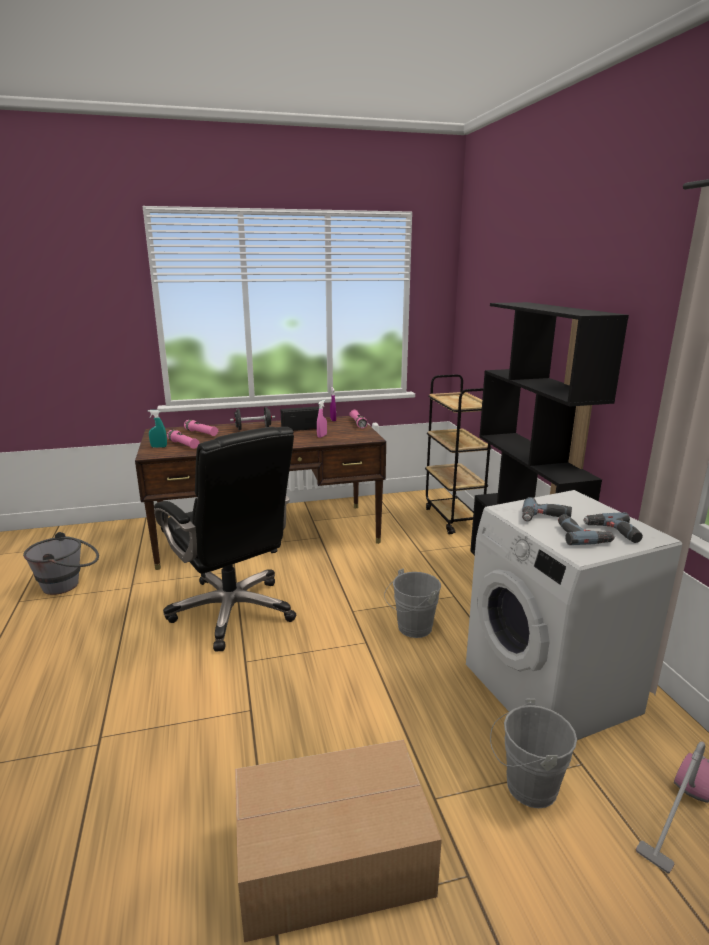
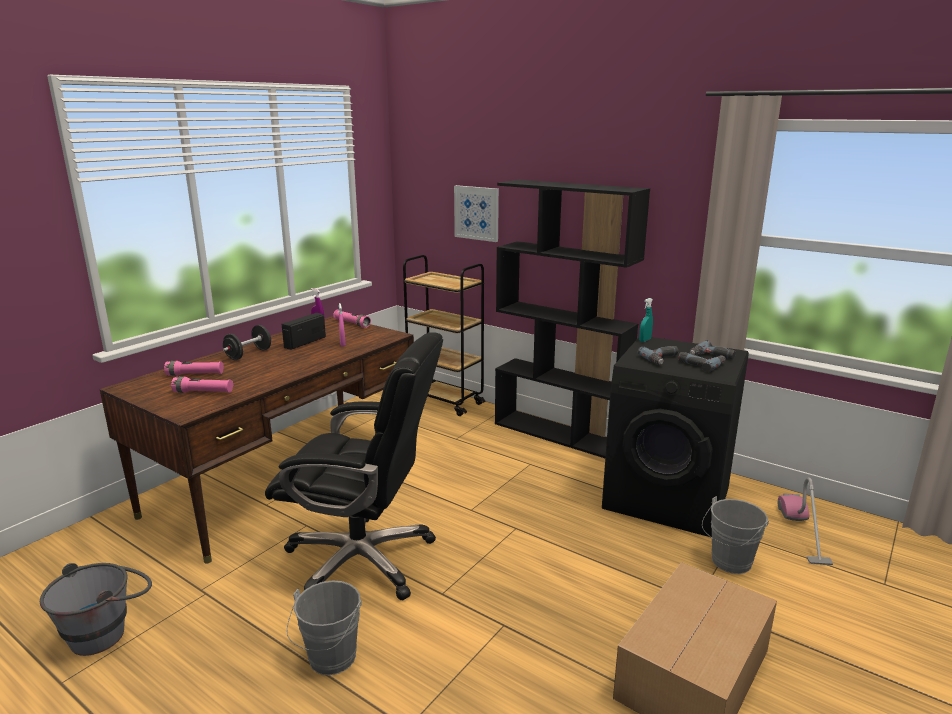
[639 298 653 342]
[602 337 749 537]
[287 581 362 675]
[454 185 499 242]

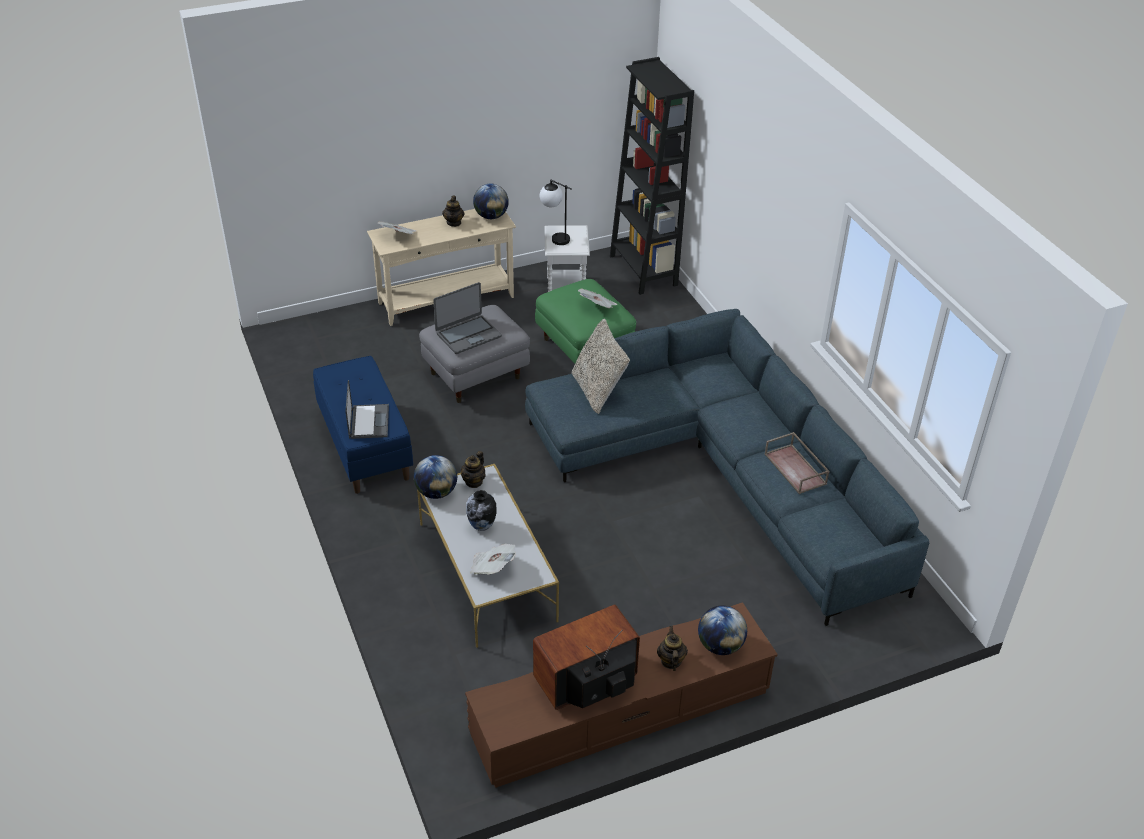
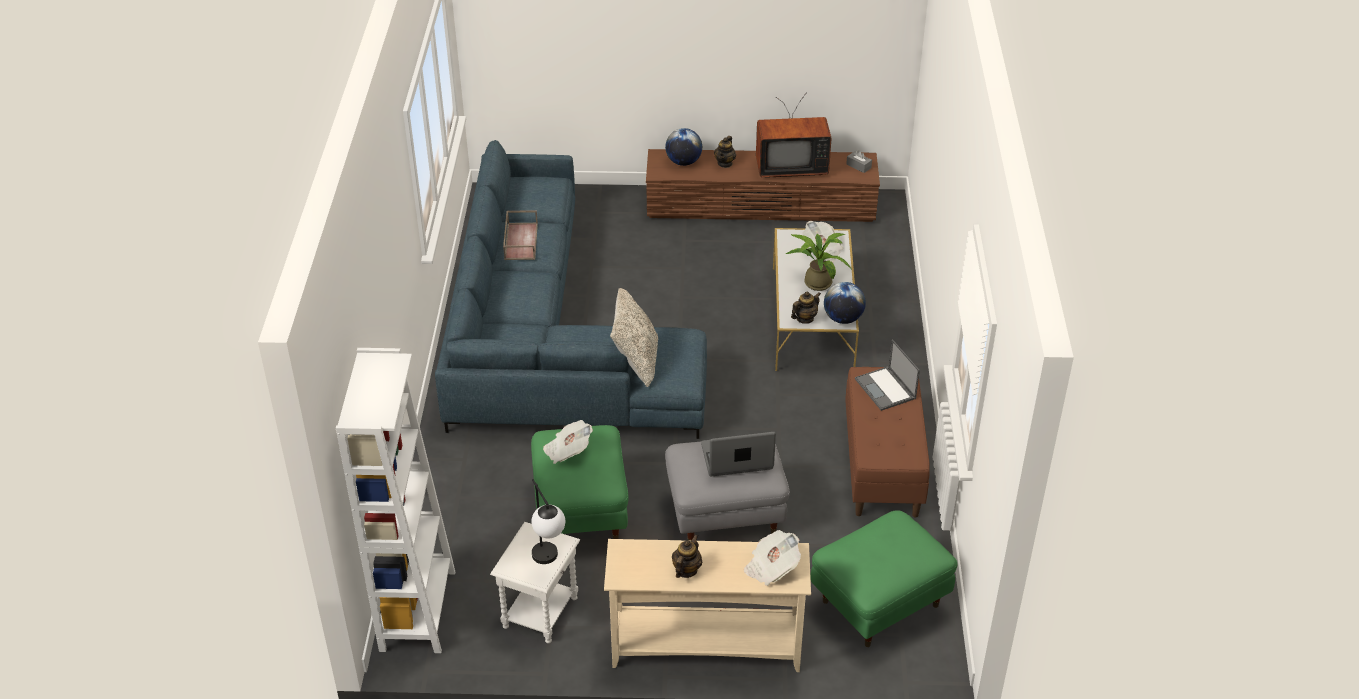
[336 348 455 653]
[473 183 509 219] (first image)
[845 367 930 517]
[855 339 920 411]
[785 233 851 291]
[846 150 872 173]
[810 510 958 647]

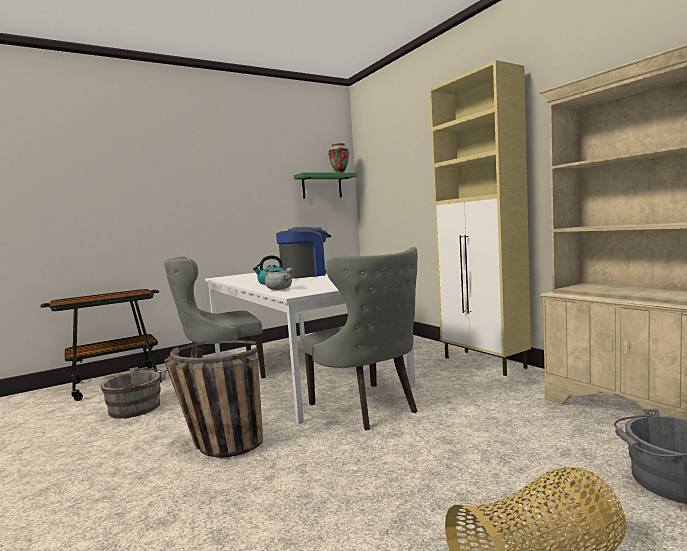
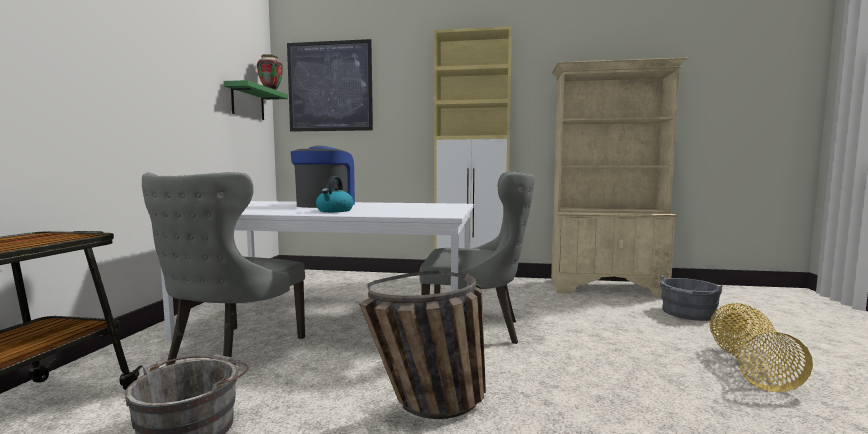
[262 266 293 290] (first image)
[287 39 373 132]

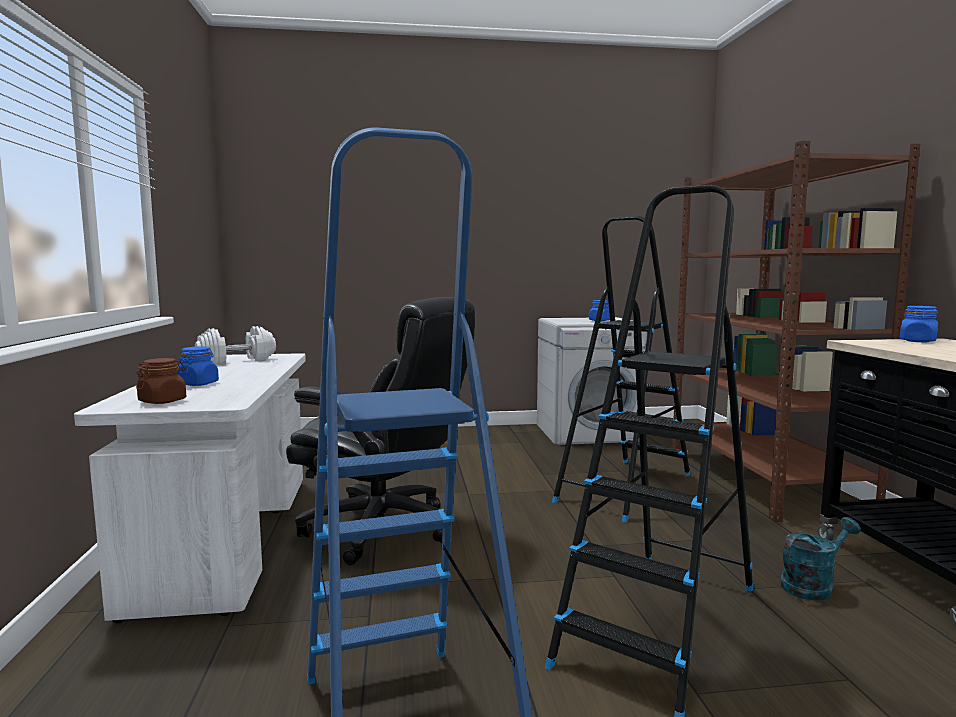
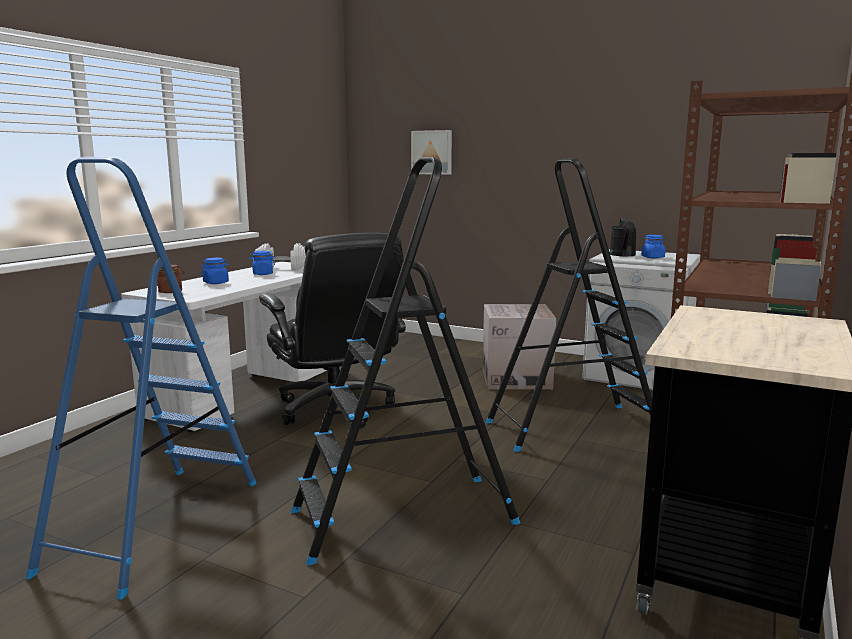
[249 251 275 275]
[780 517 861 600] (first image)
[411 130 452 175]
[610 218 637 256]
[483 304 557 389]

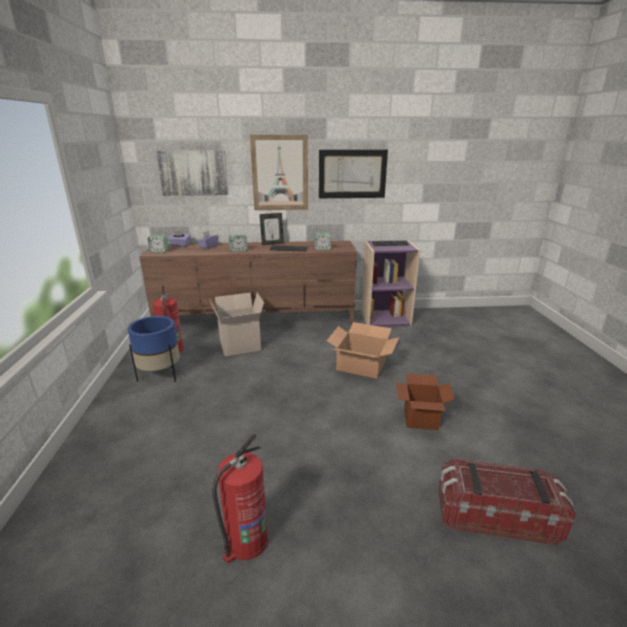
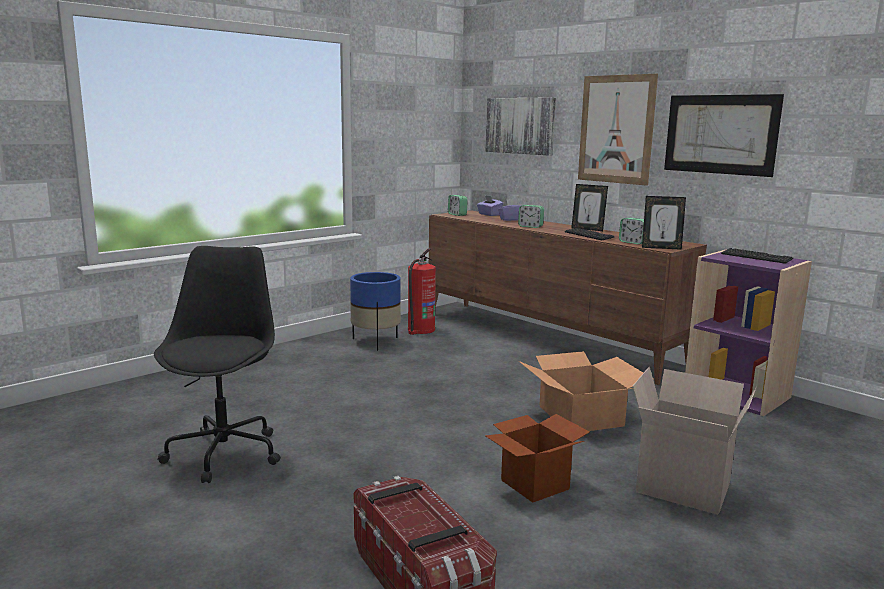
[633 367 757 515]
[154 246 281 483]
[642 196 686 250]

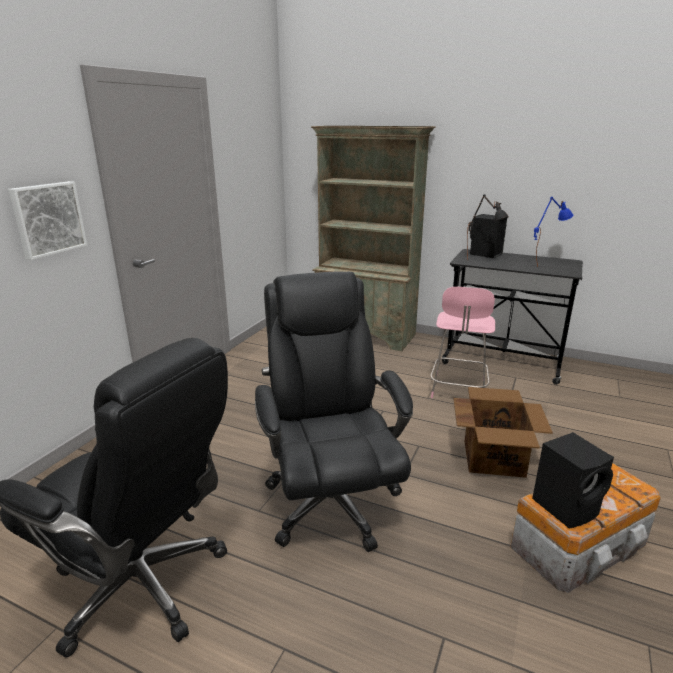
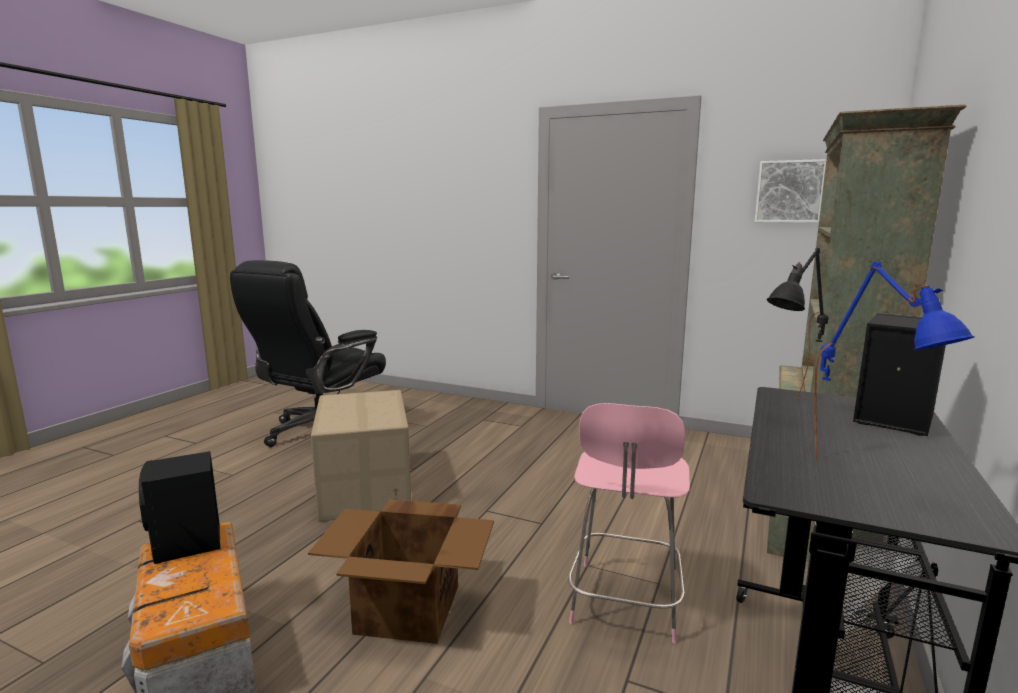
[755 159 826 223]
[311 390 412 522]
[568 403 690 643]

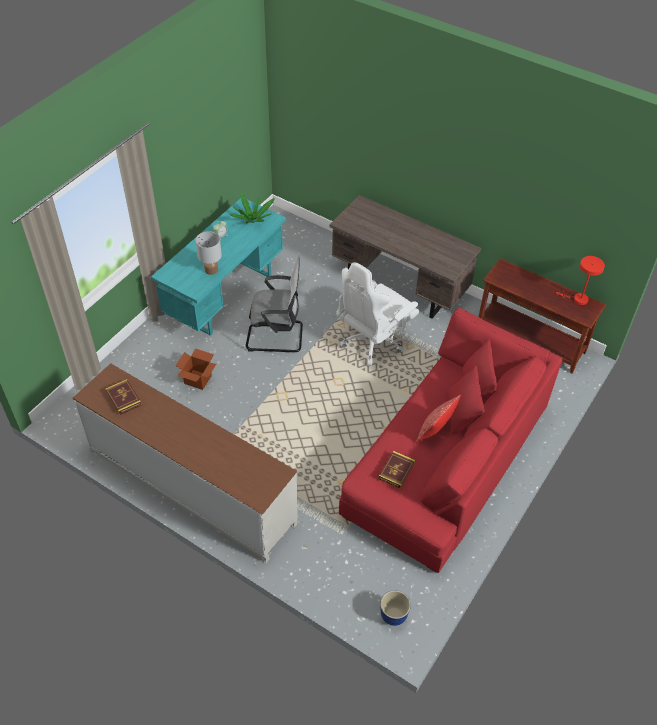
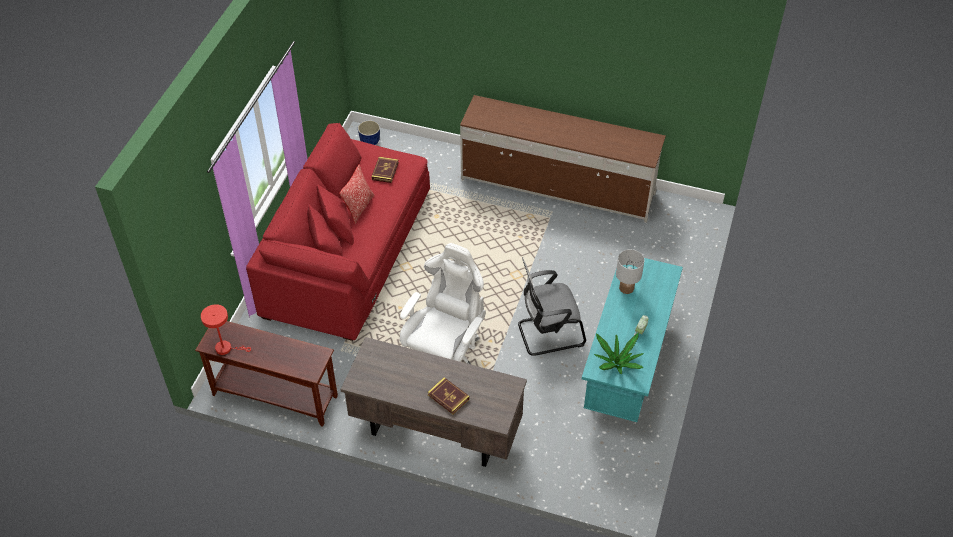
[176 348 216 390] (first image)
[428 377 470 414]

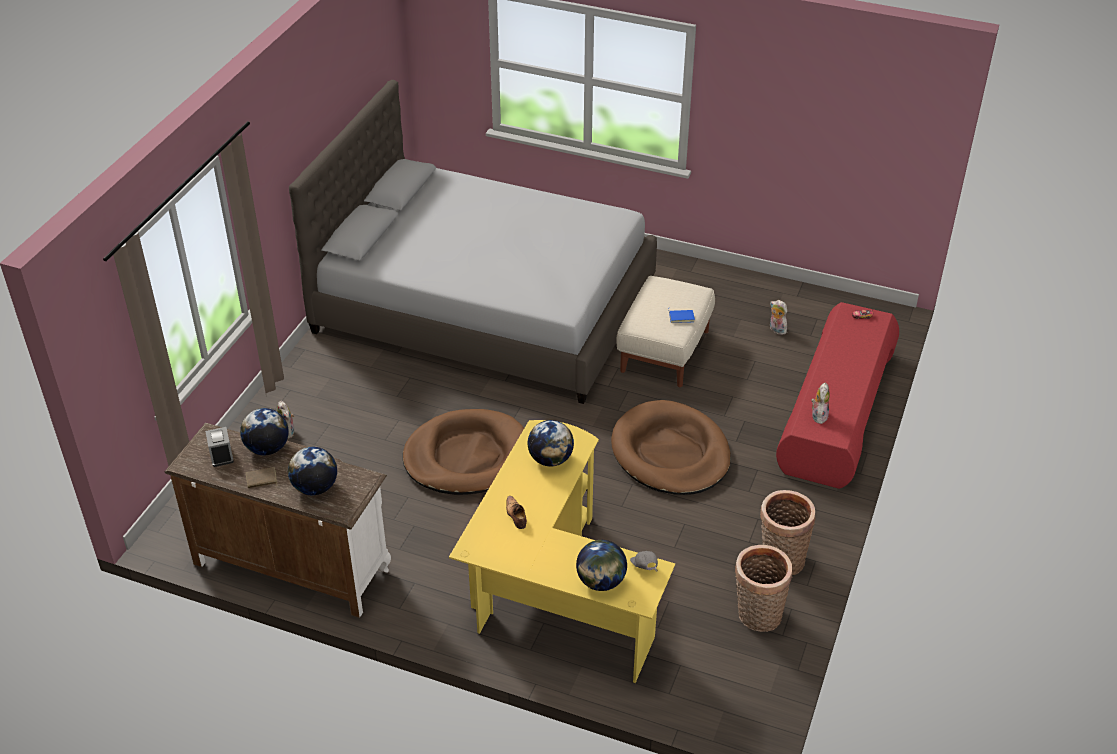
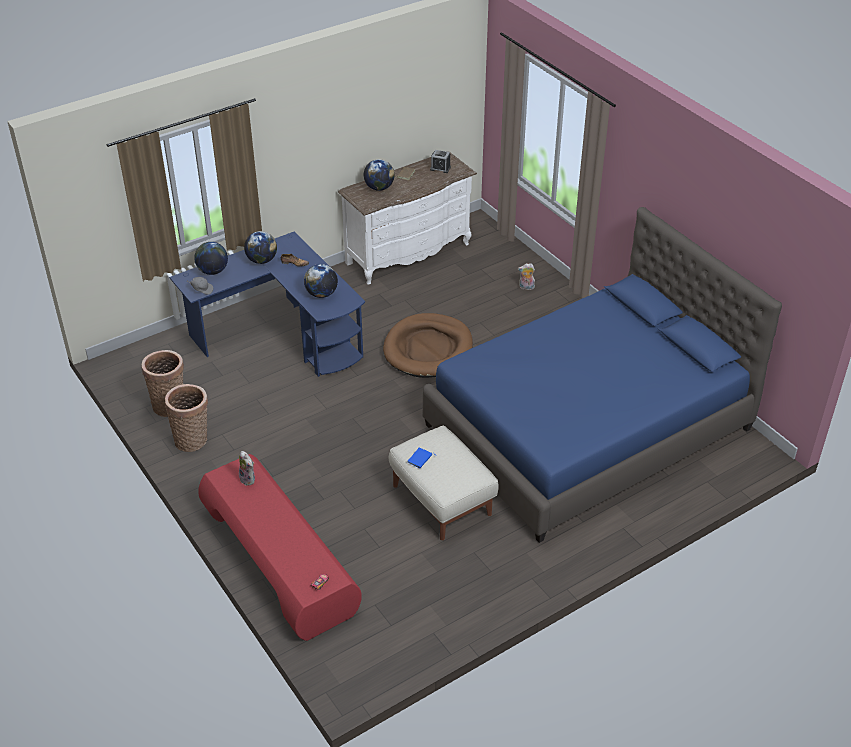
[422 207 782 543]
[770 300 787 335] (first image)
[611 400 731 495] (first image)
[244 231 277 264]
[169 232 365 377]

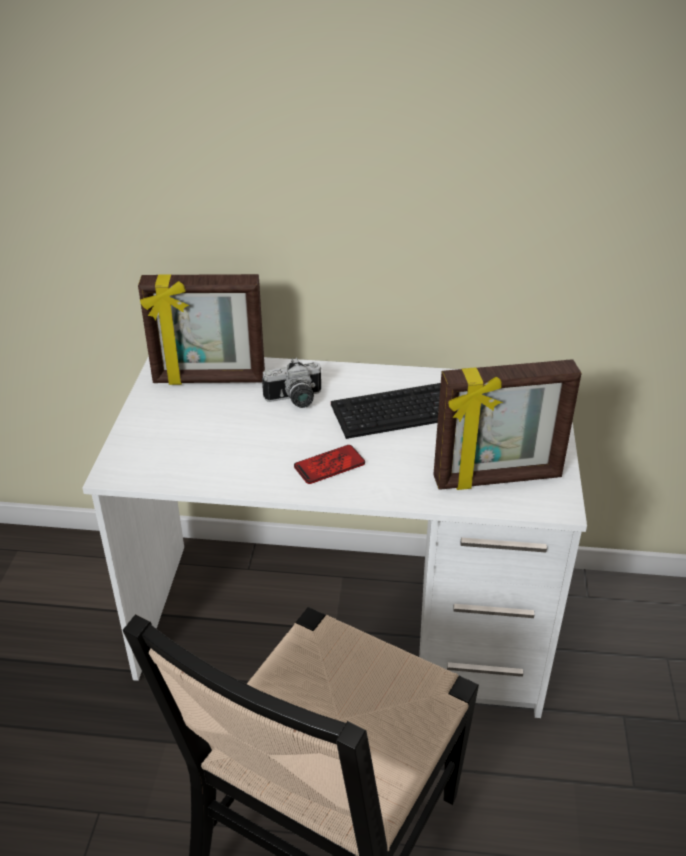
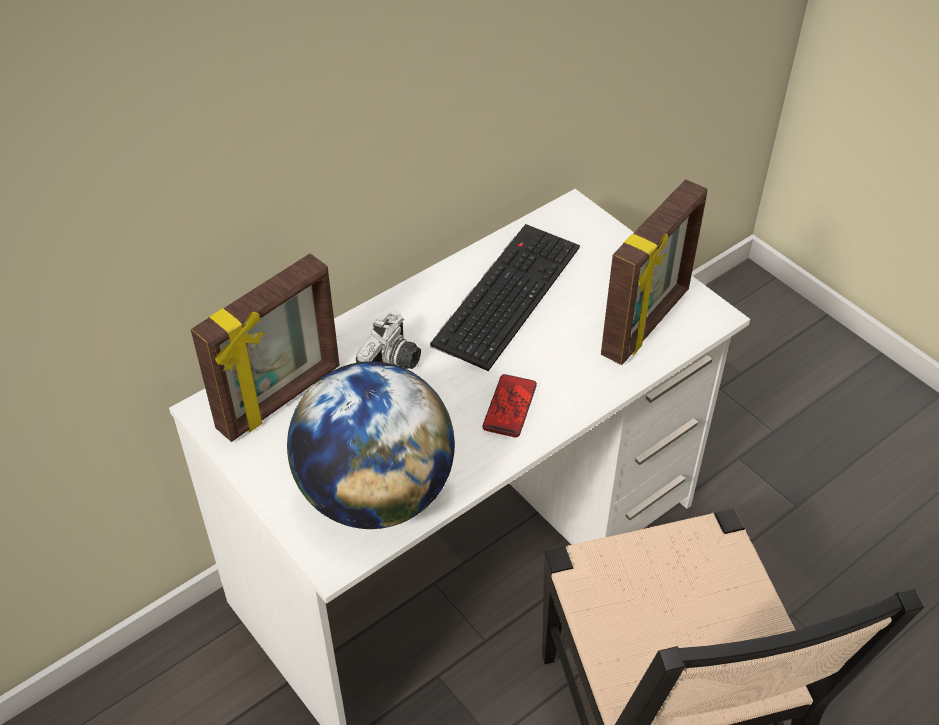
[287 361 455 529]

